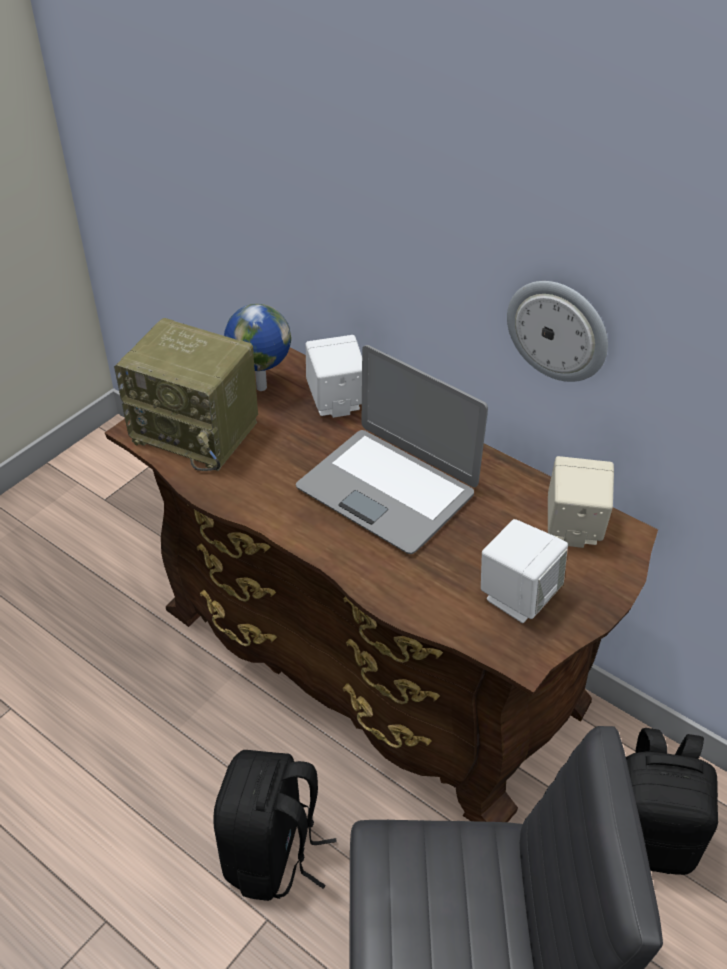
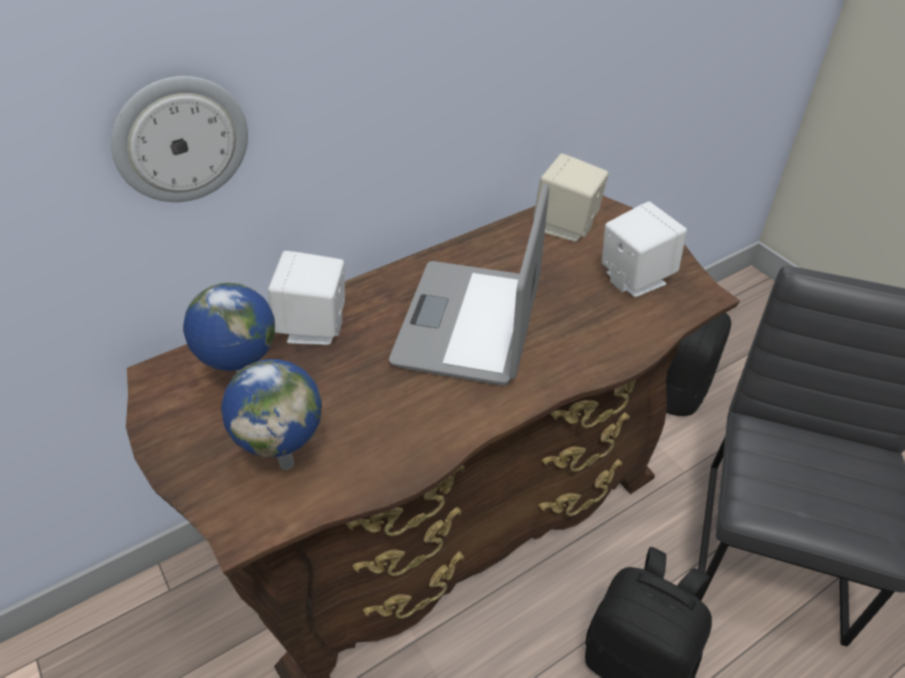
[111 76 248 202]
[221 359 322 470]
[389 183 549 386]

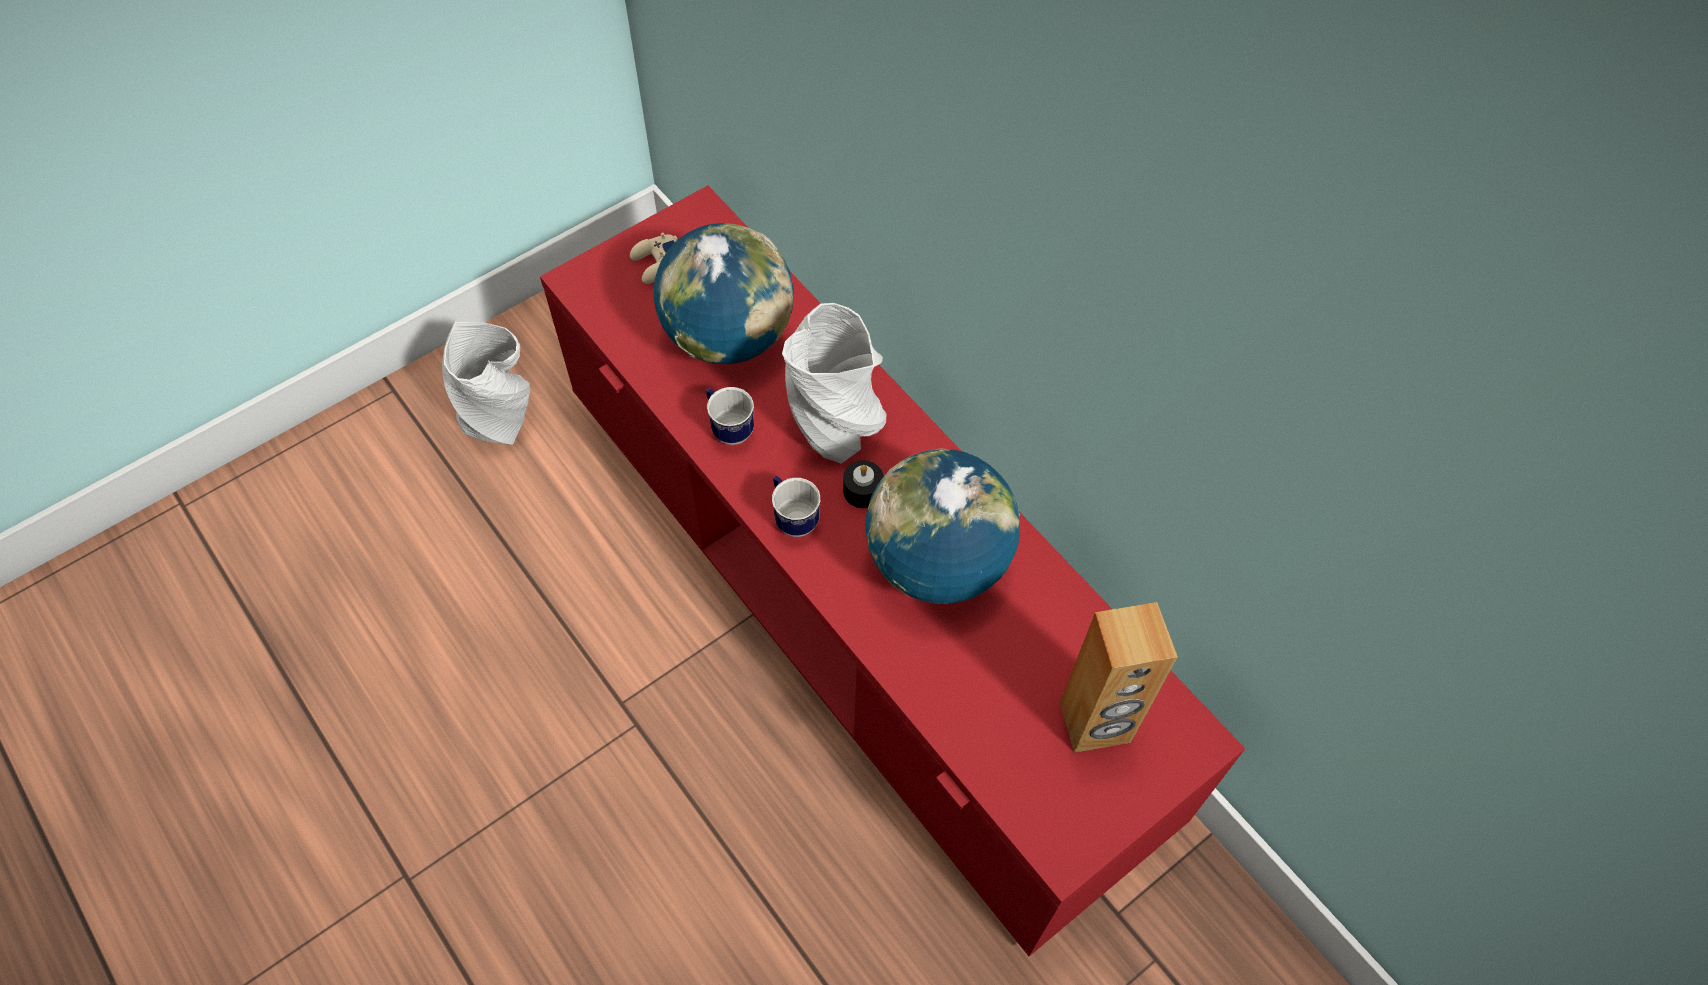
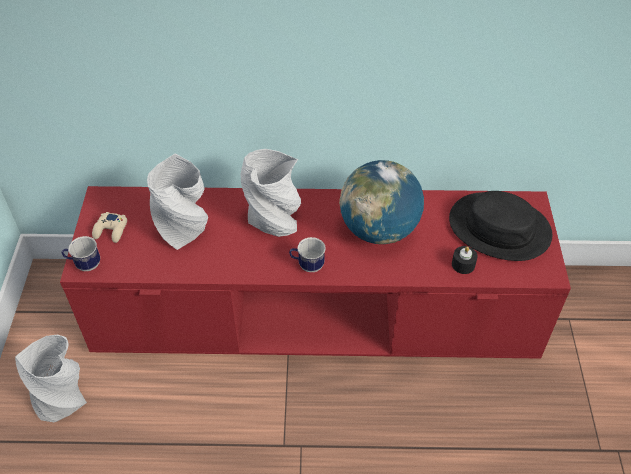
[147 154 208 250]
[62 236 100 271]
[452 246 478 274]
[449 191 552 261]

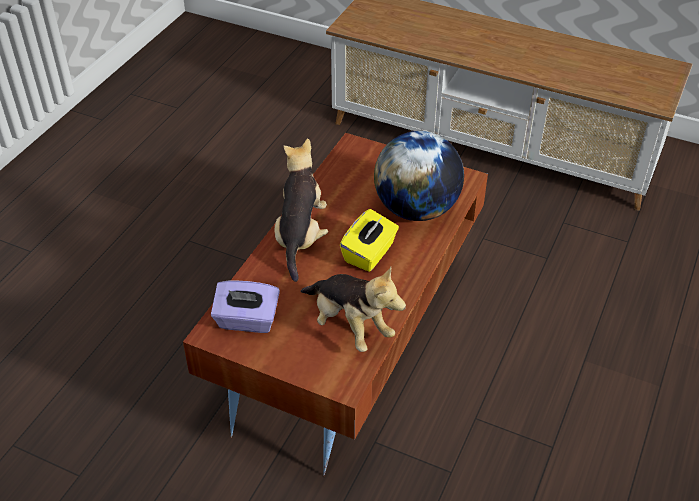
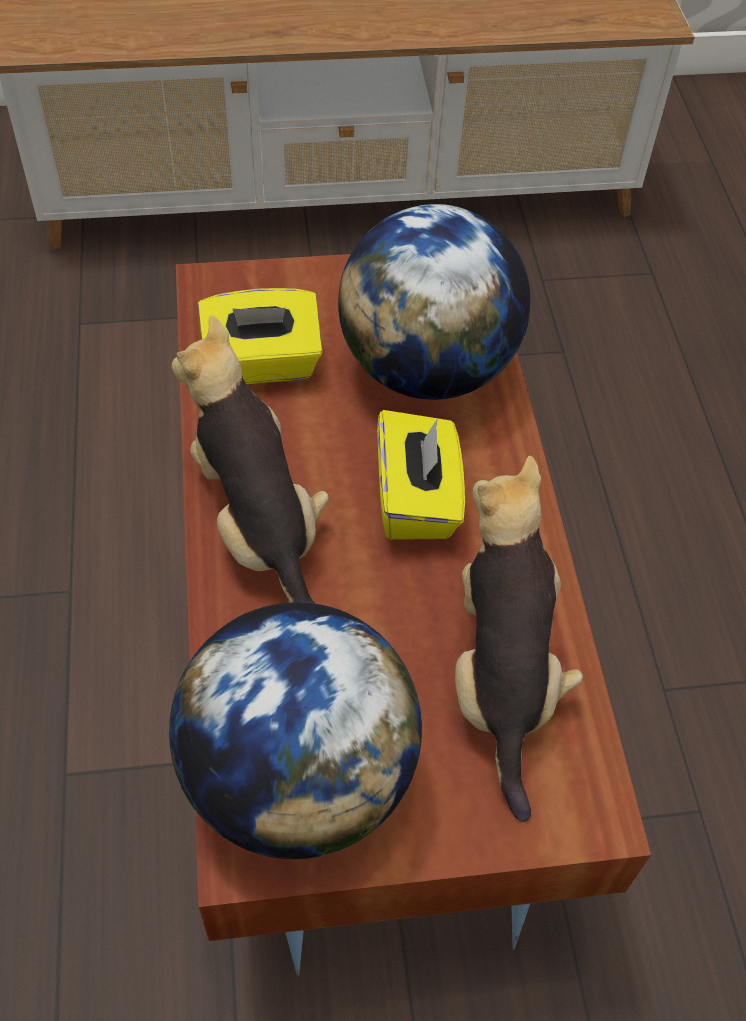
[455 456 583 822]
[169 602 422 859]
[198 288 323 384]

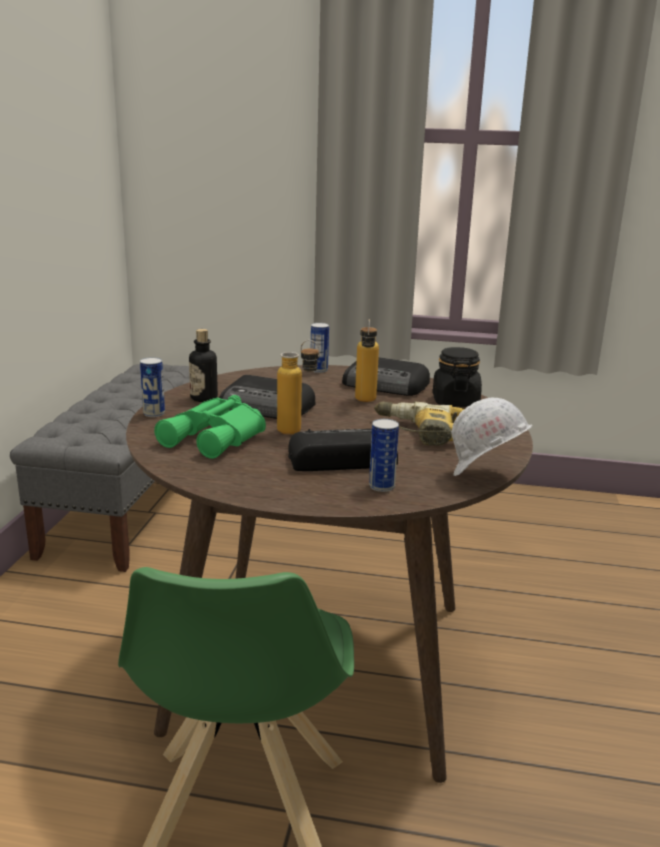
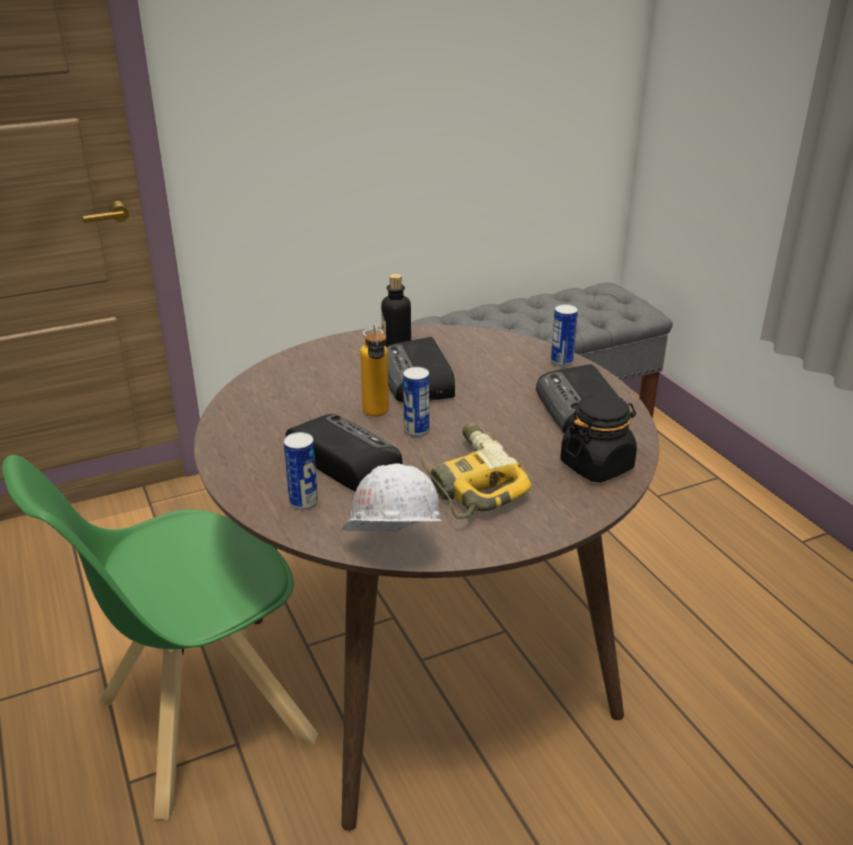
[355 319 379 402] (first image)
[403 367 429 437]
[154 395 266 459] (first image)

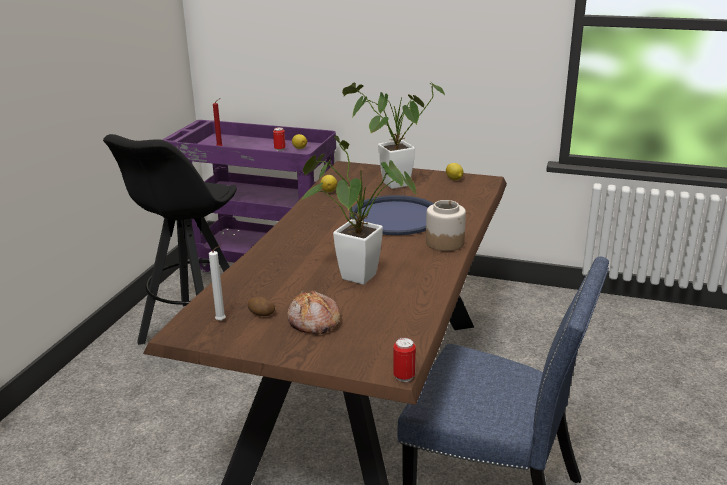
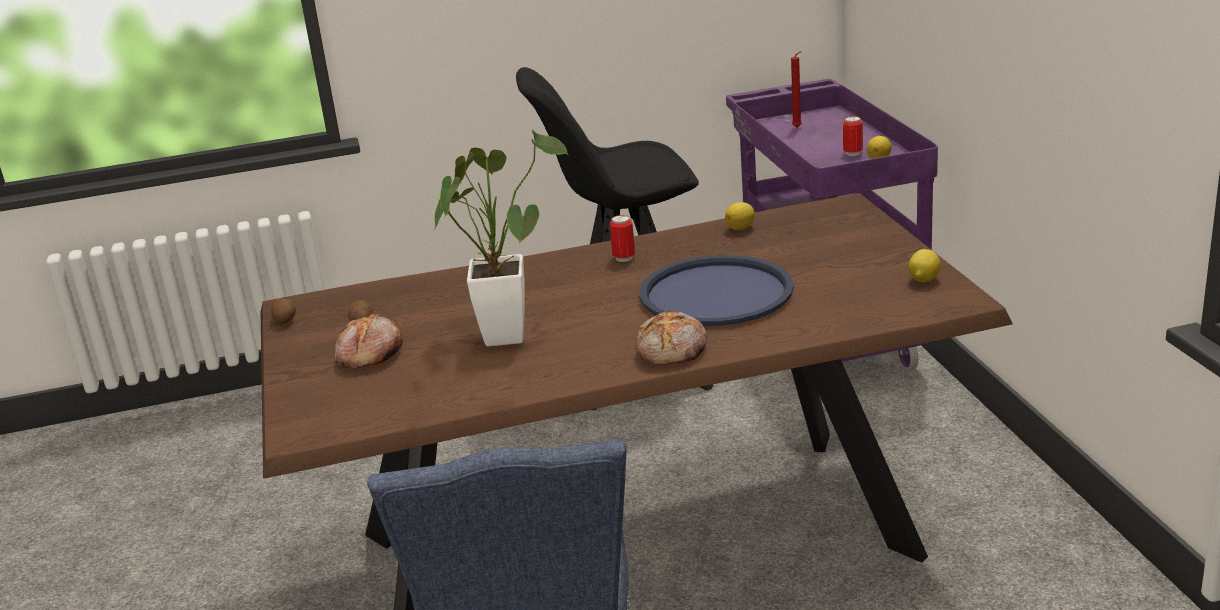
[342 82 446 189] (first image)
[635 311 708 365]
[209 245 226 321] (first image)
[610 215 635 262]
[271 298 296 324]

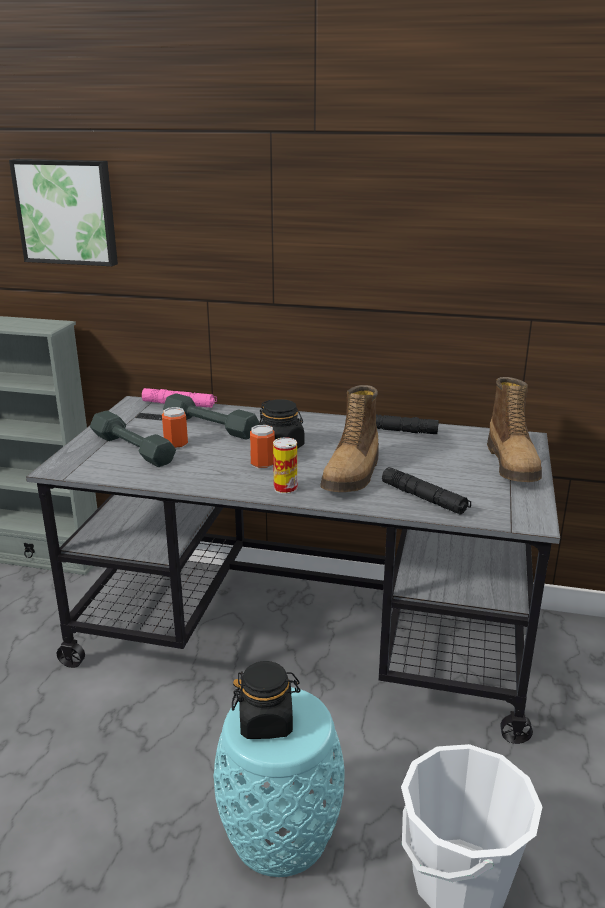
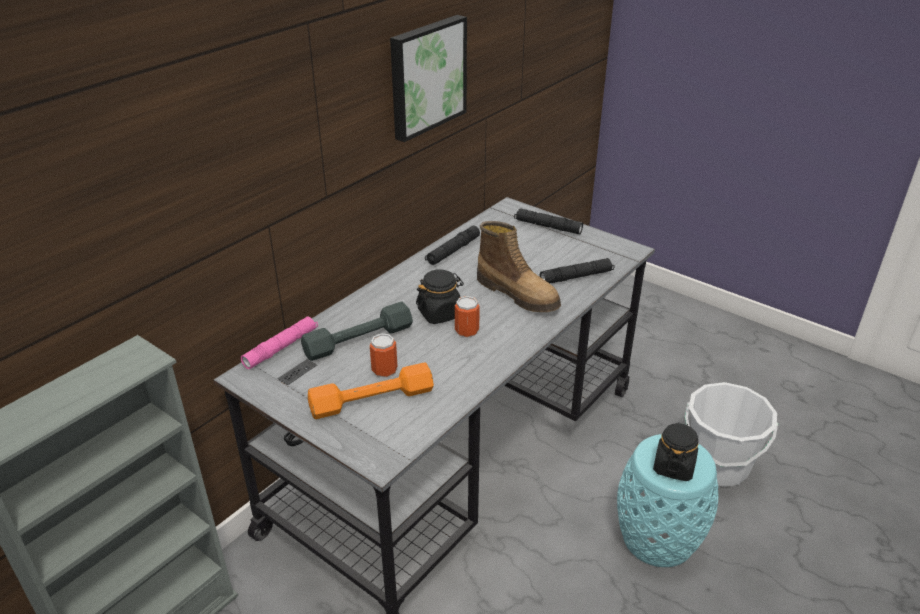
[390 15 467 142]
[514 208 583 234]
[308 363 434 419]
[273 437 297 494] (first image)

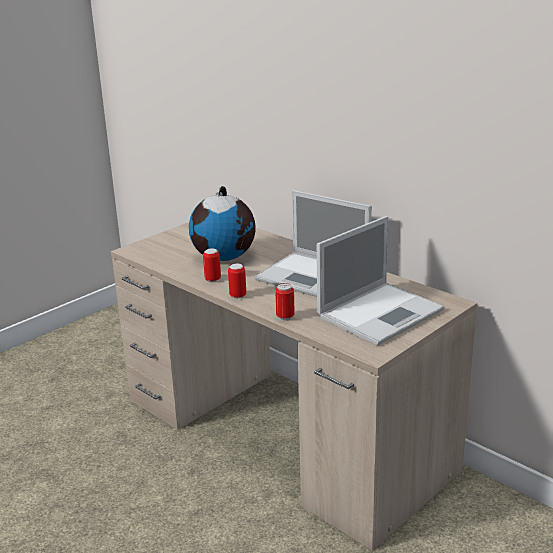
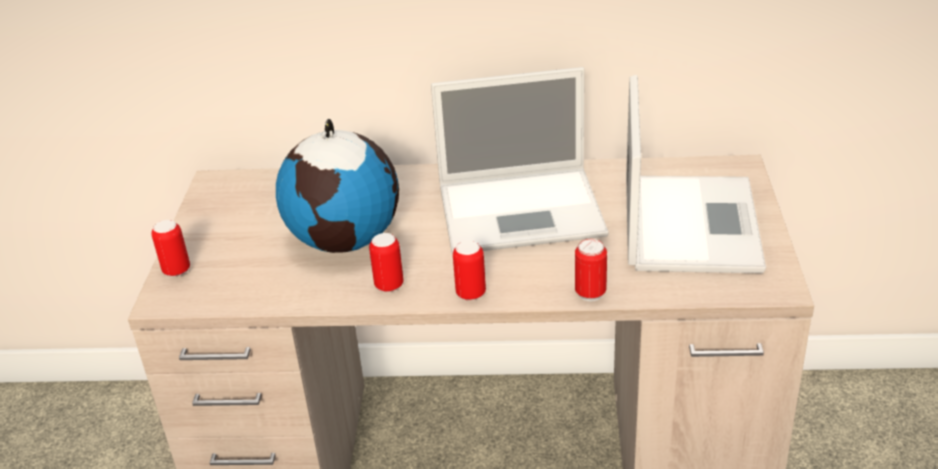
[152 220 190 277]

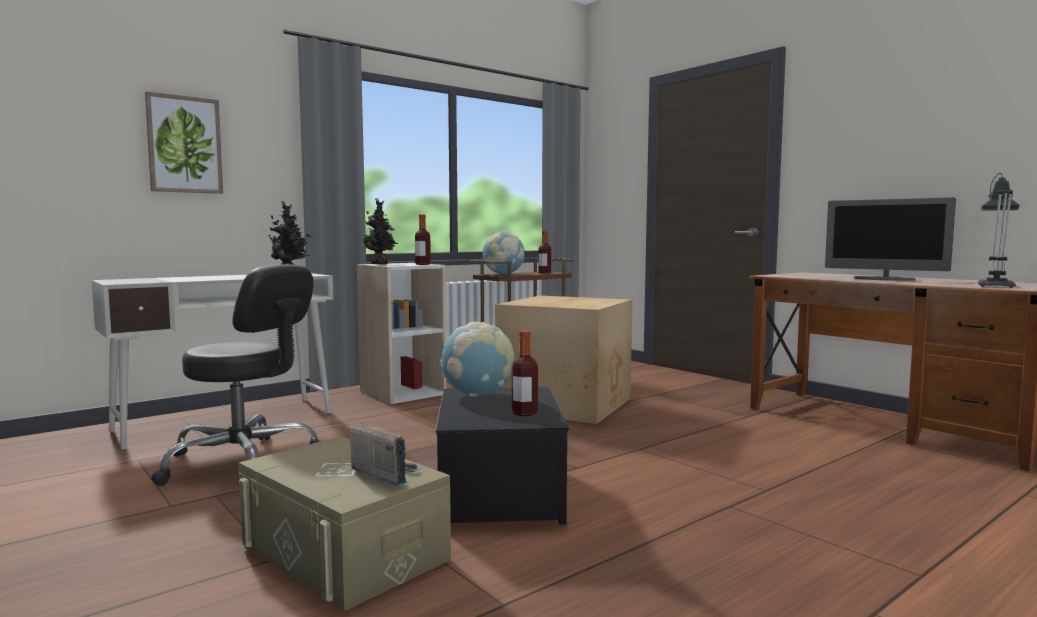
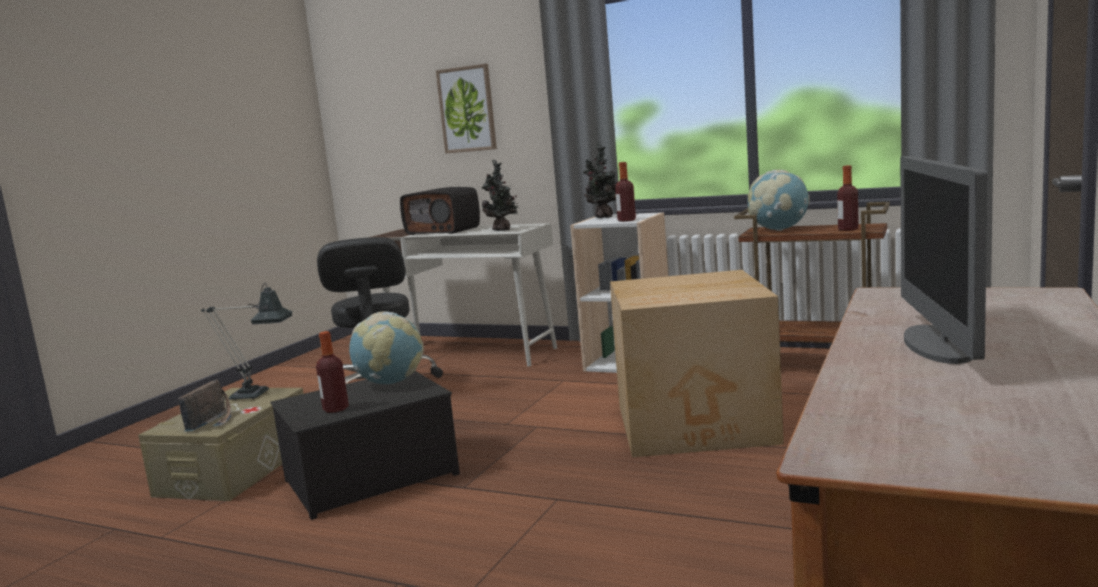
[201 283 292 400]
[400 187 480 235]

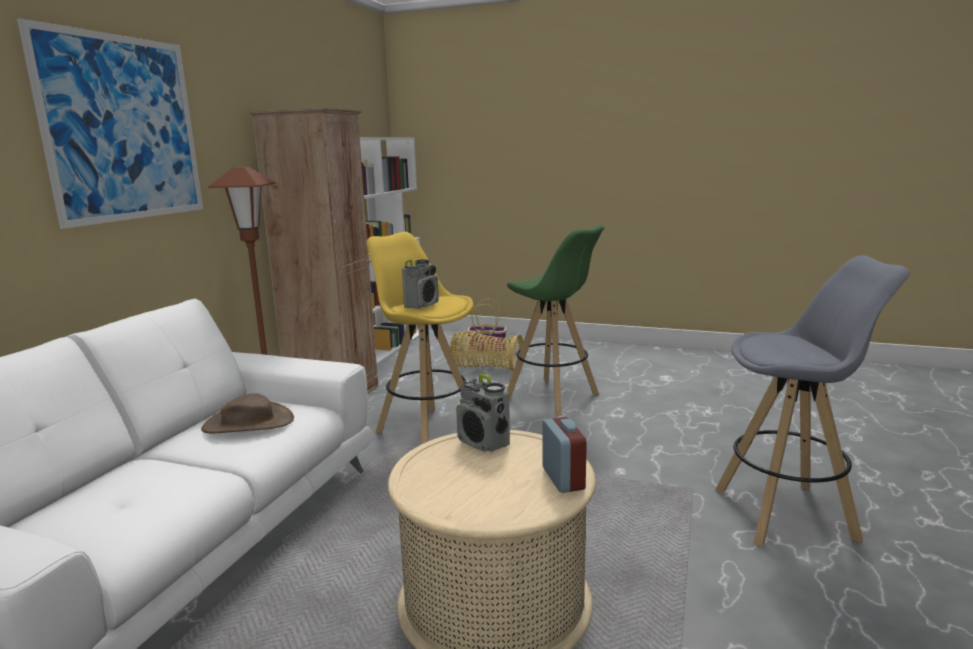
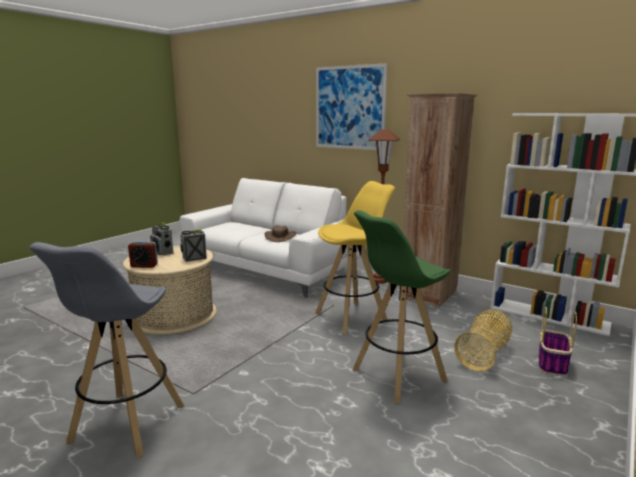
[150 222 173 255]

